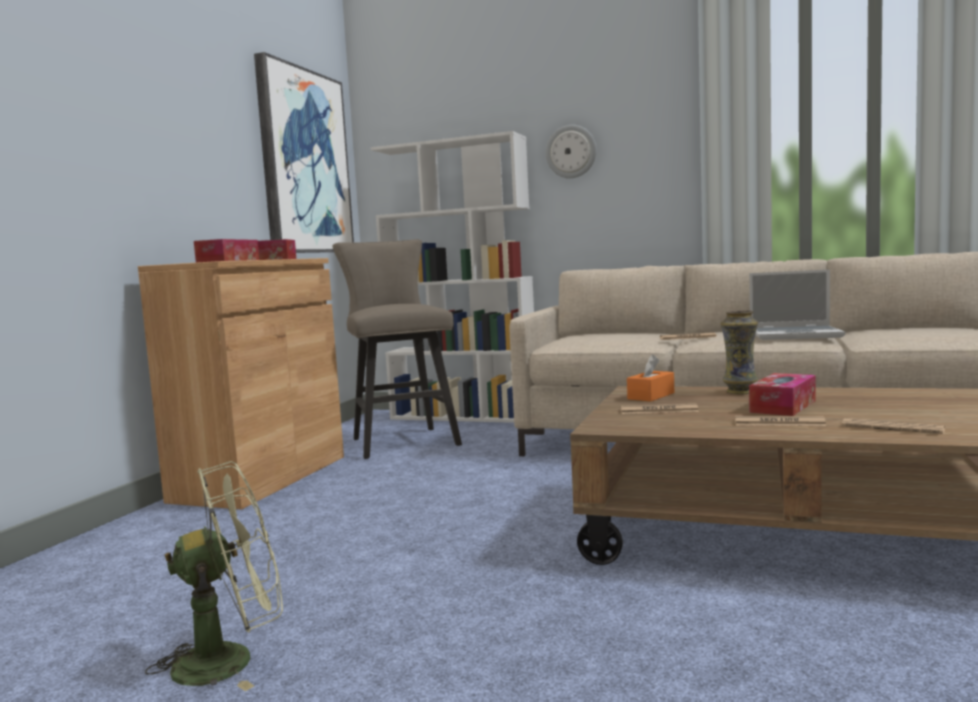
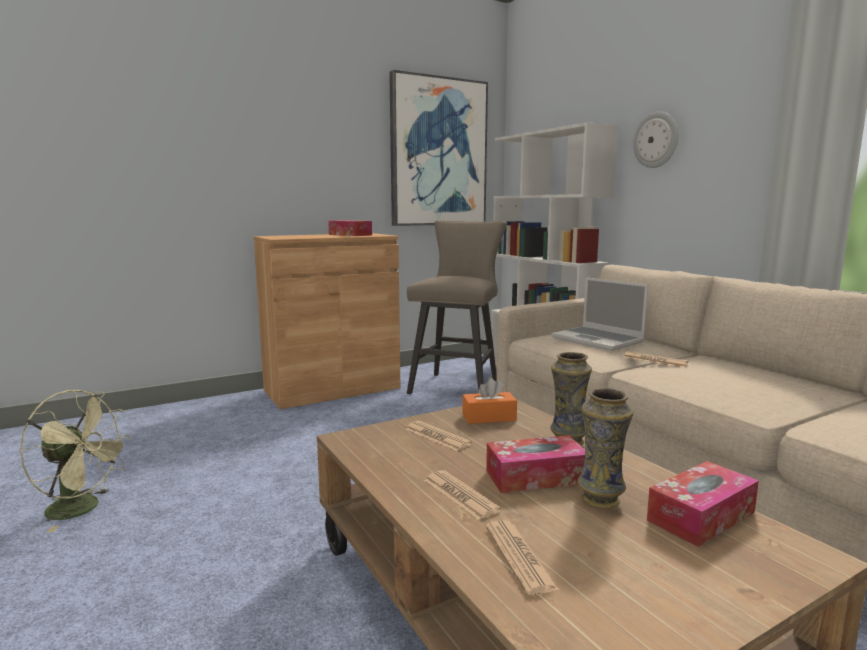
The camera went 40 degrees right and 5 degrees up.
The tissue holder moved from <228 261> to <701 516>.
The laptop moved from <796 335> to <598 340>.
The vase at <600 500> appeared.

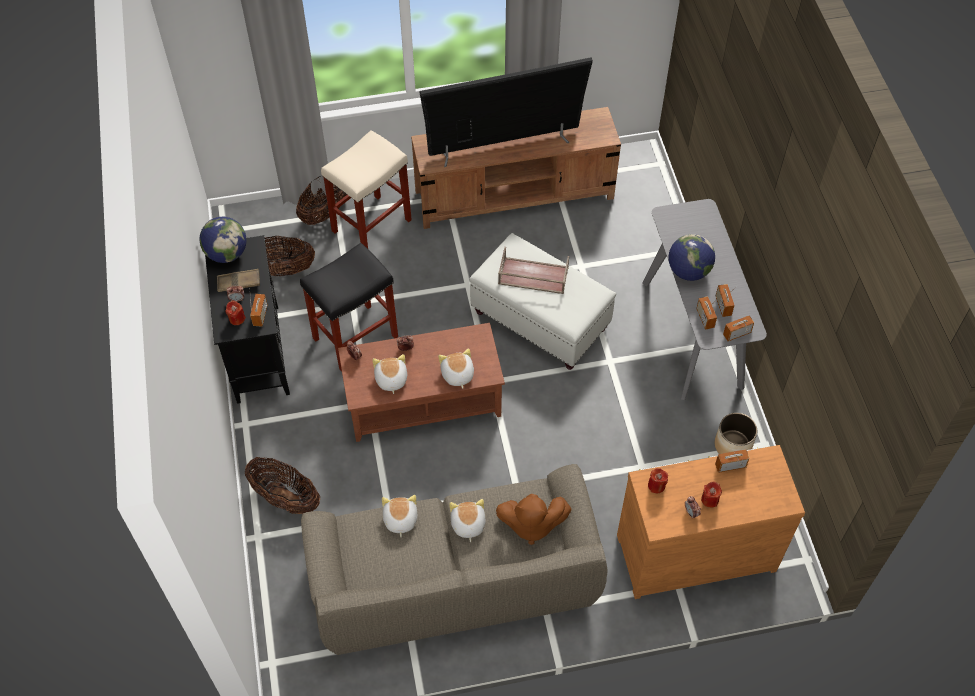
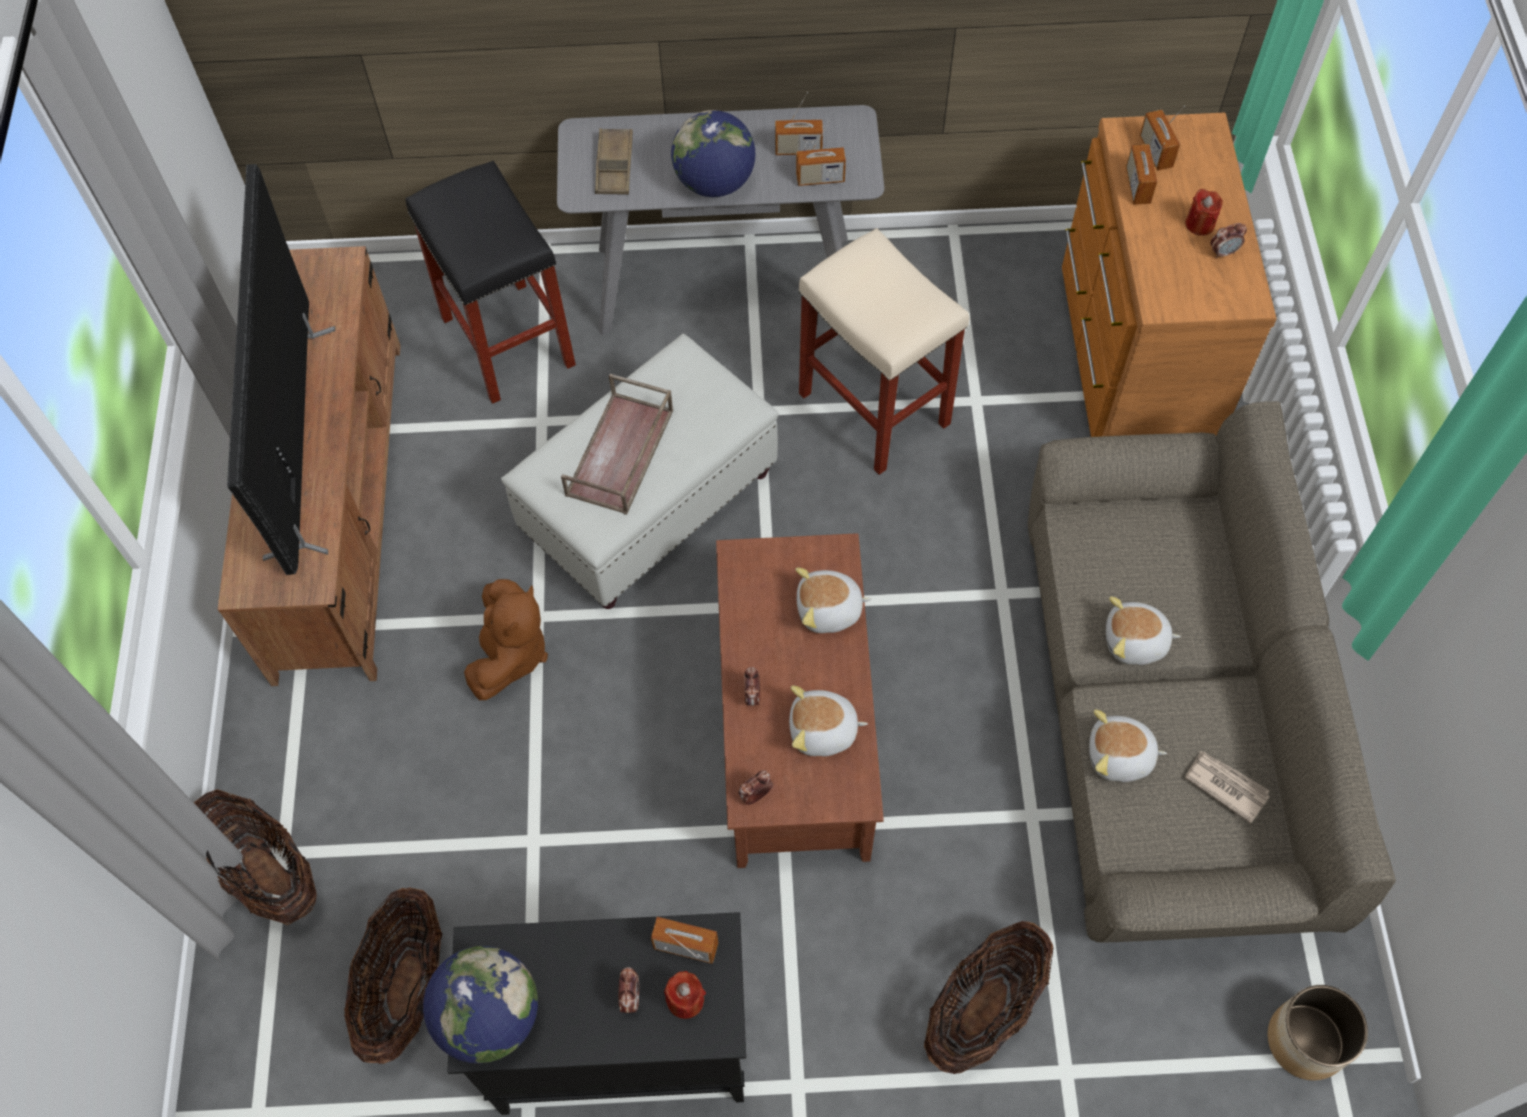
The camera went 80 degrees left and 5 degrees up.
The brown carrying tray moved from <239 282> to <614 166>.
The black stool moved from <355 338> to <509 342>.
The beige stool moved from <371 226> to <876 409>.
The brown plush toy moved from <531 524> to <510 654>.
The reddish candle at <656 485> disappeared.
The planter moved from <732 445> to <1306 1041>.
The radio moved from <736 333> to <1155 152>.
The newspaper at <1226 786> appeared.

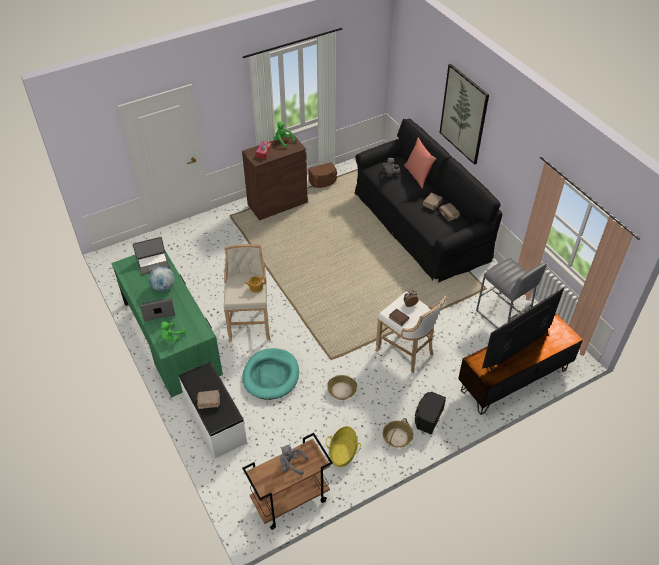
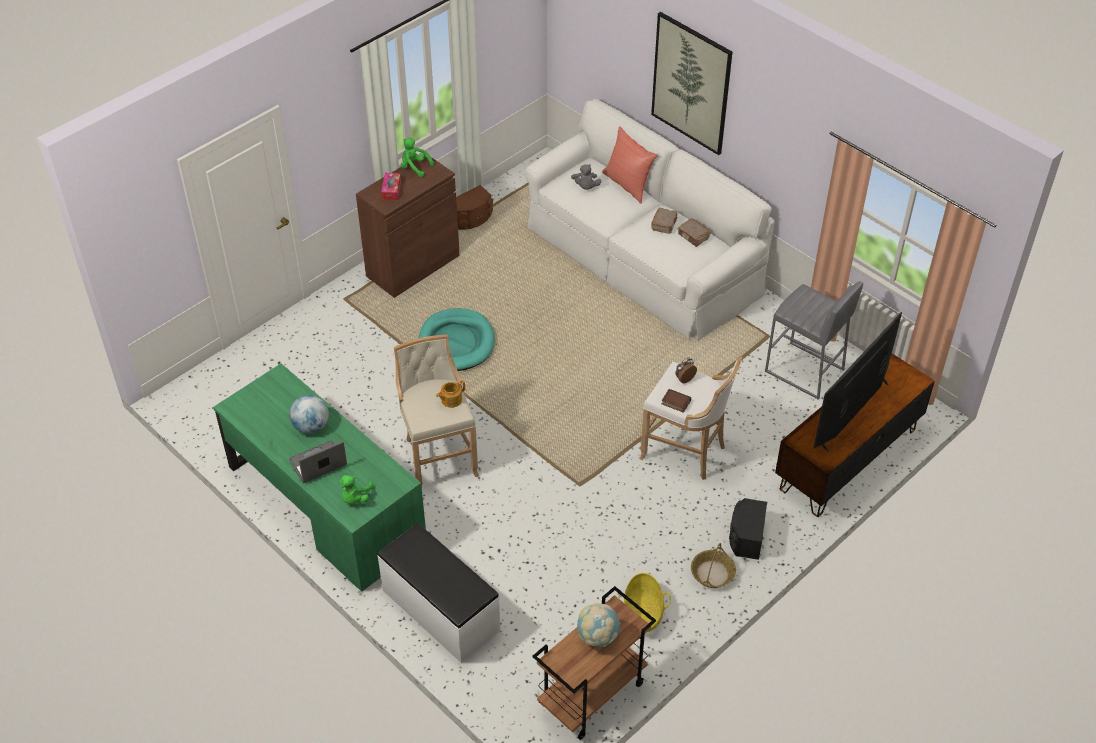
The camera went 15 degrees left and 0 degrees up.
The laptop at <153 263> disappeared.
The brown bound book at <208 402> disappeared.
The turquoise dog cushion moved from <271 375> to <456 342>.
The gray plush toy at <291 464> was replaced by the globe at <598 636>.
The storage basket at <341 390> disappeared.
The black settee at <419 223> became the white settee at <641 257>.

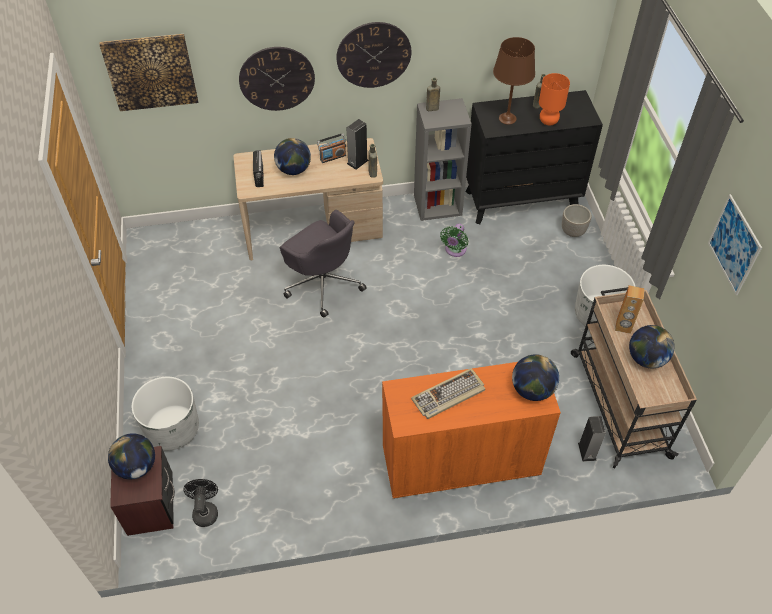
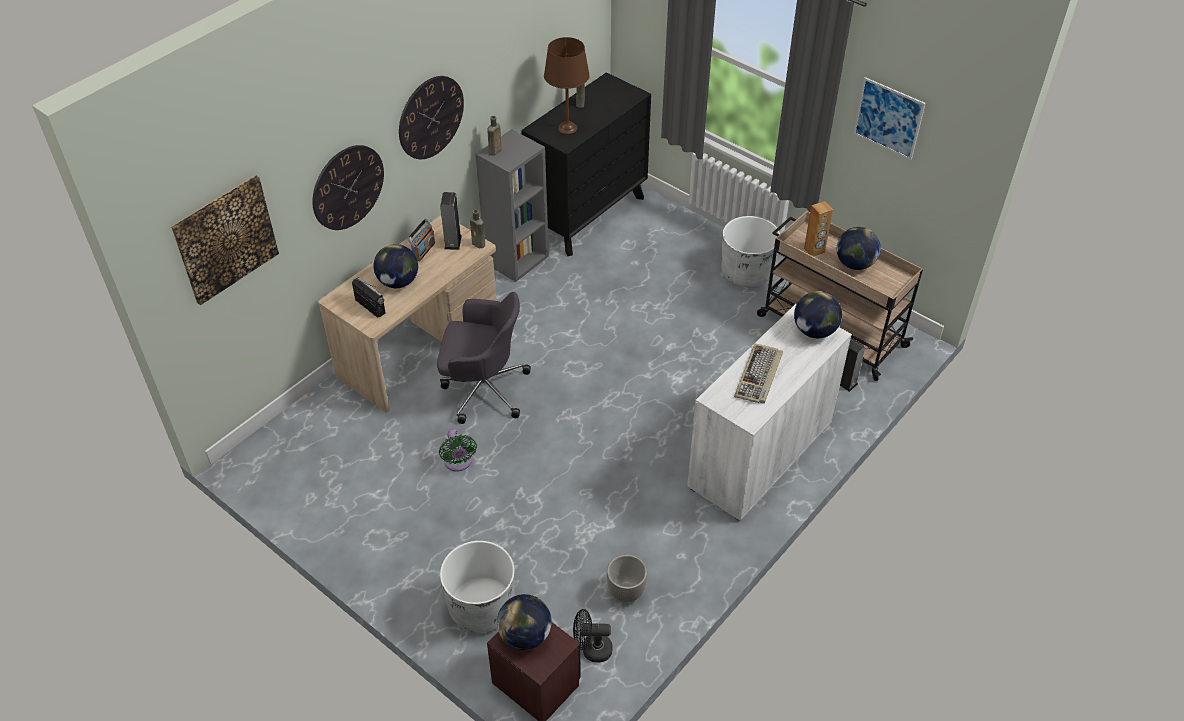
The camera went 40 degrees left and 5 degrees down.
The black cooling fan at <205 511> turned 45 degrees counterclockwise.
The orange-coloured storage cabinet at <460 460> became the white storage cabinet at <760 455>.
The green-coloured cooling fan moved from <454 250> to <458 463>.
The orange-coloured table lamp at <548 121> disappeared.
The planter moved from <572 232> to <625 592>.

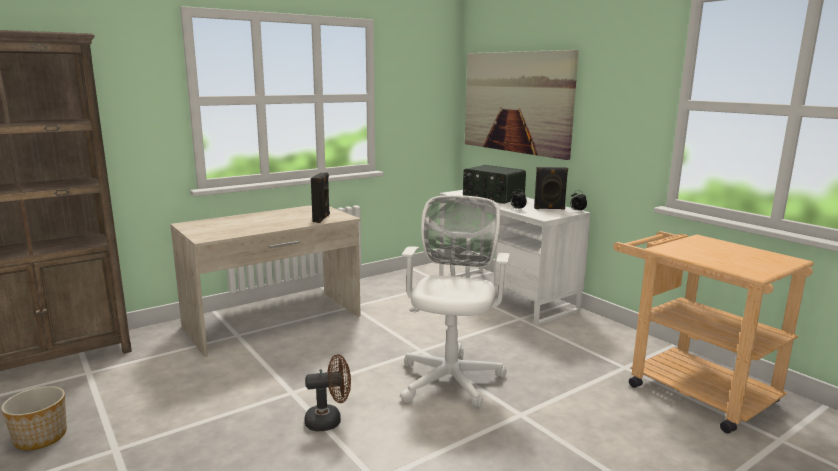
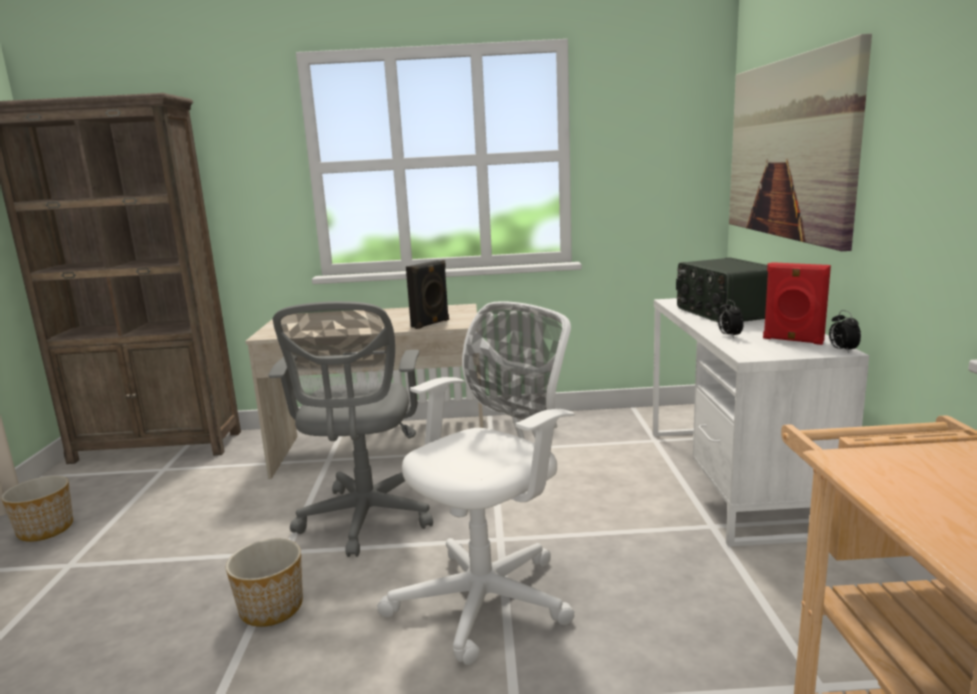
The camera went 35 degrees right and 0 degrees up.
The brown cooling fan at <329 420> was replaced by the planter at <271 608>.
The black speaker at <549 208> became the reddish speaker at <792 340>.
The gray office chair at <366 519> appeared.

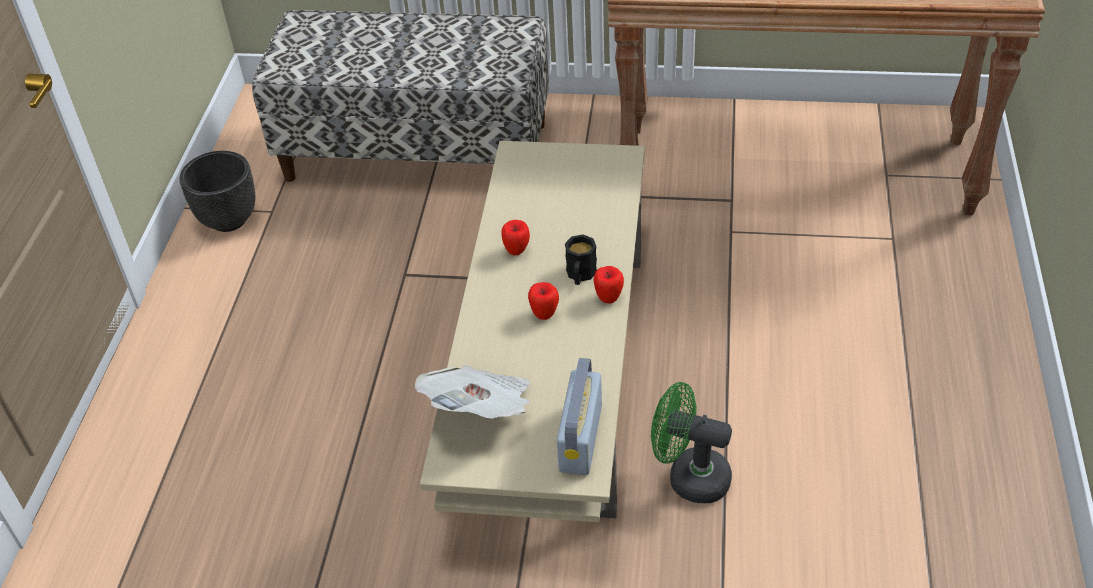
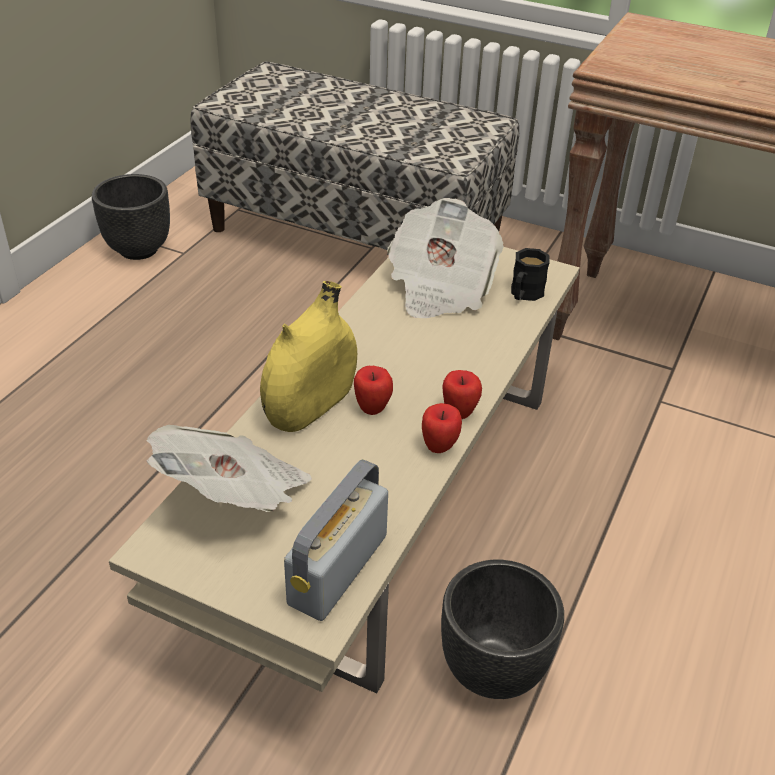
The camera went 15 degrees right and 5 degrees down.
The whole apple moved from <517 251> to <439 448>.
The black tea mug moved from <580 275> to <524 294>.
The green-coloured cooling fan at <689 477> was replaced by the black planter at <493 672>.
The yellowish vase at <310 404> appeared.
The newspaper at <440 287> appeared.

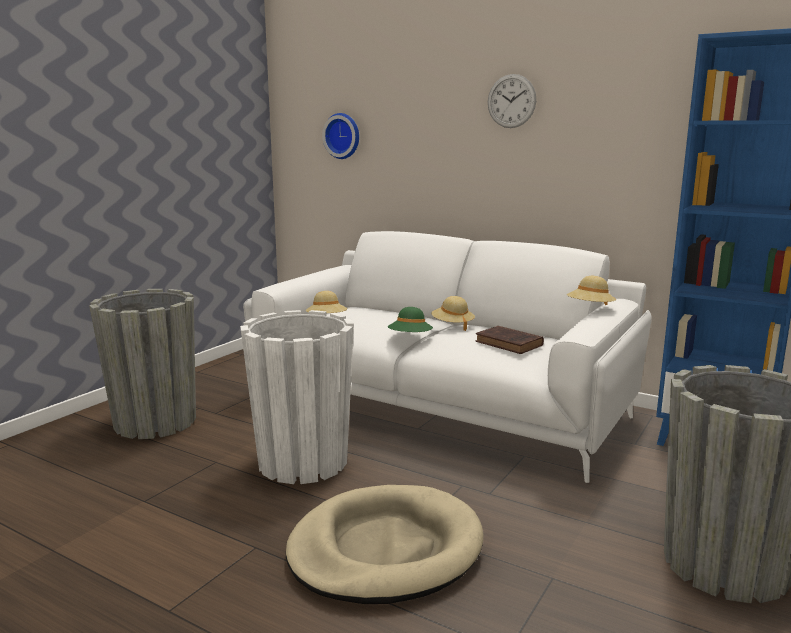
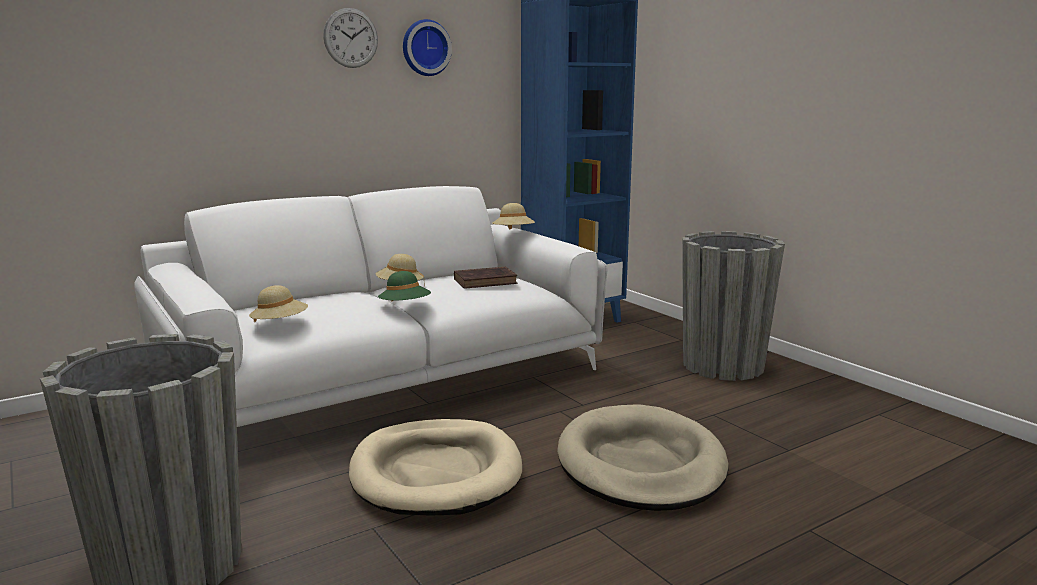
The camera went 65 degrees left and 0 degrees up.
The white planter at <303 462> was replaced by the beige dog cushion at <436 473>.
The clock on the wall moved from <343 136> to <425 48>.

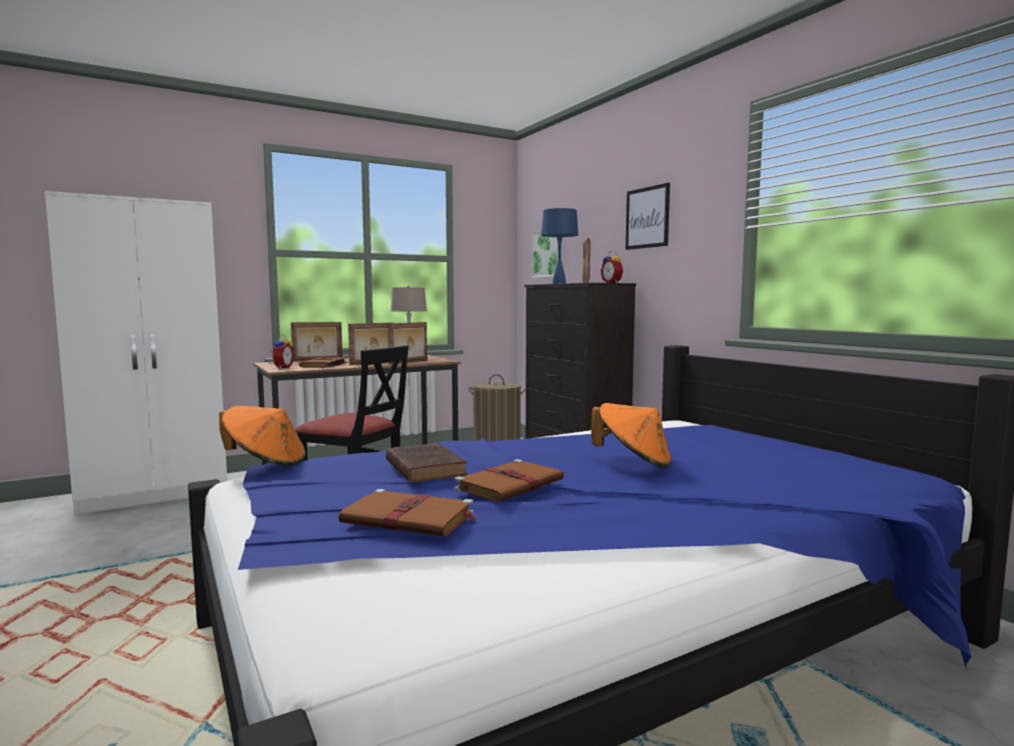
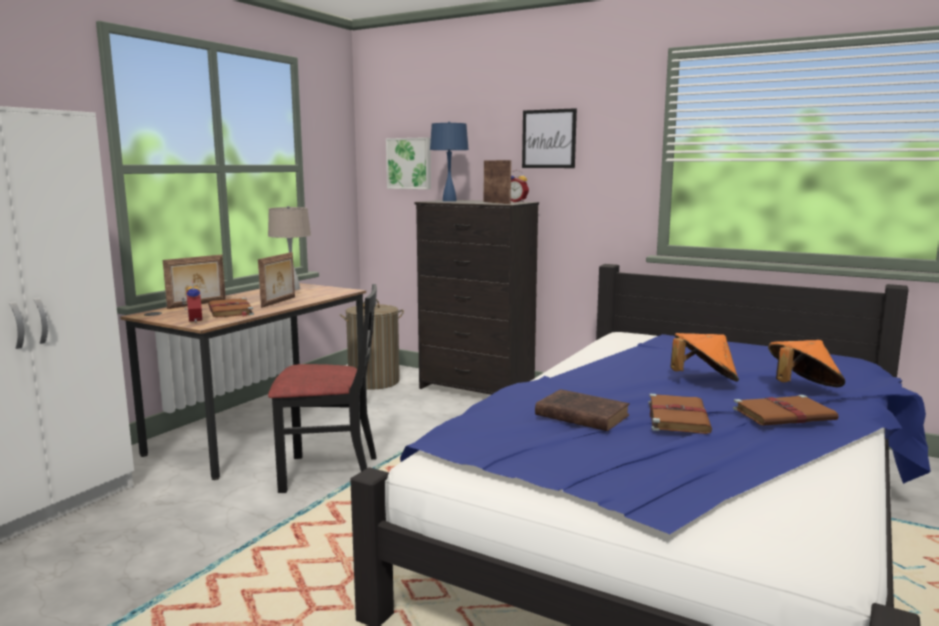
The camera went 30 degrees left and 5 degrees up.
The orange-coloured hat moved from <265 463> to <802 388>.
The brown bound book moved from <410 518> to <785 414>.
The picture frame at <409 362> disappeared.

